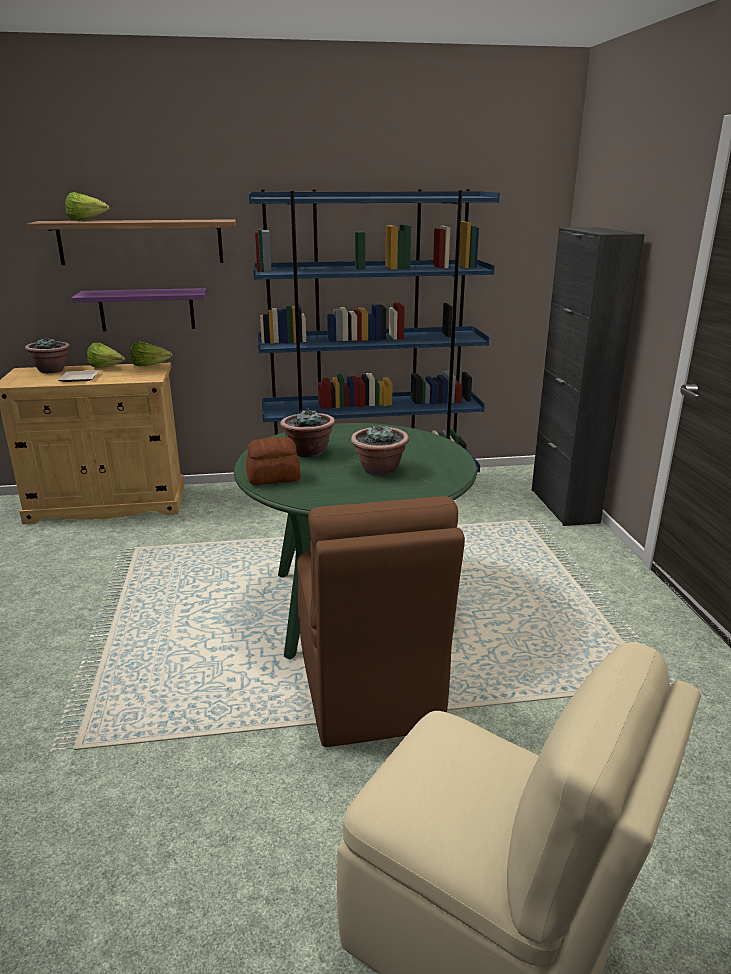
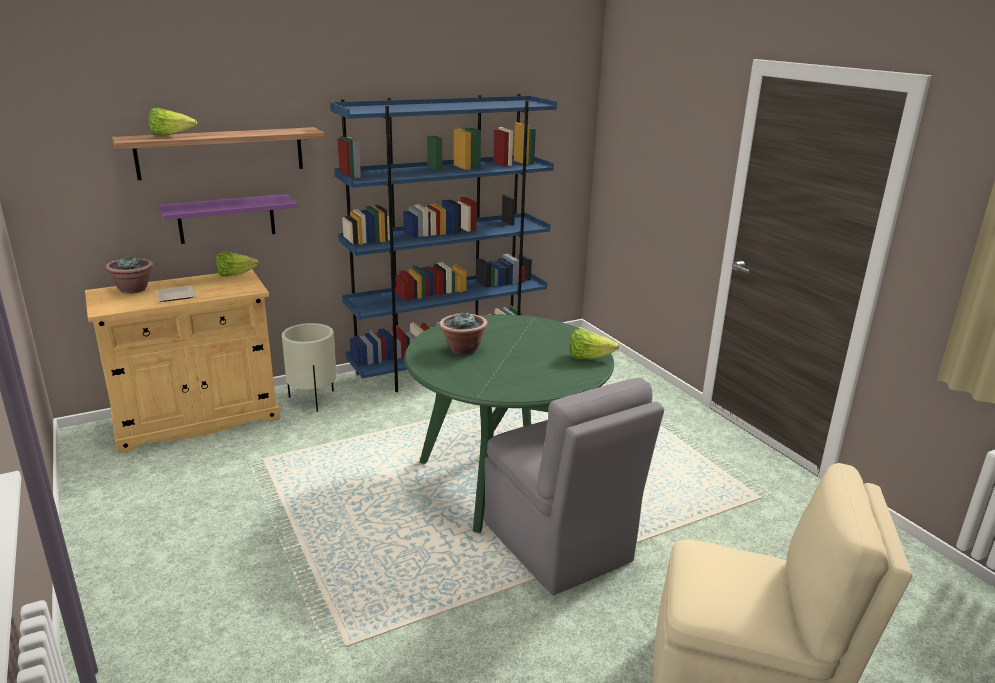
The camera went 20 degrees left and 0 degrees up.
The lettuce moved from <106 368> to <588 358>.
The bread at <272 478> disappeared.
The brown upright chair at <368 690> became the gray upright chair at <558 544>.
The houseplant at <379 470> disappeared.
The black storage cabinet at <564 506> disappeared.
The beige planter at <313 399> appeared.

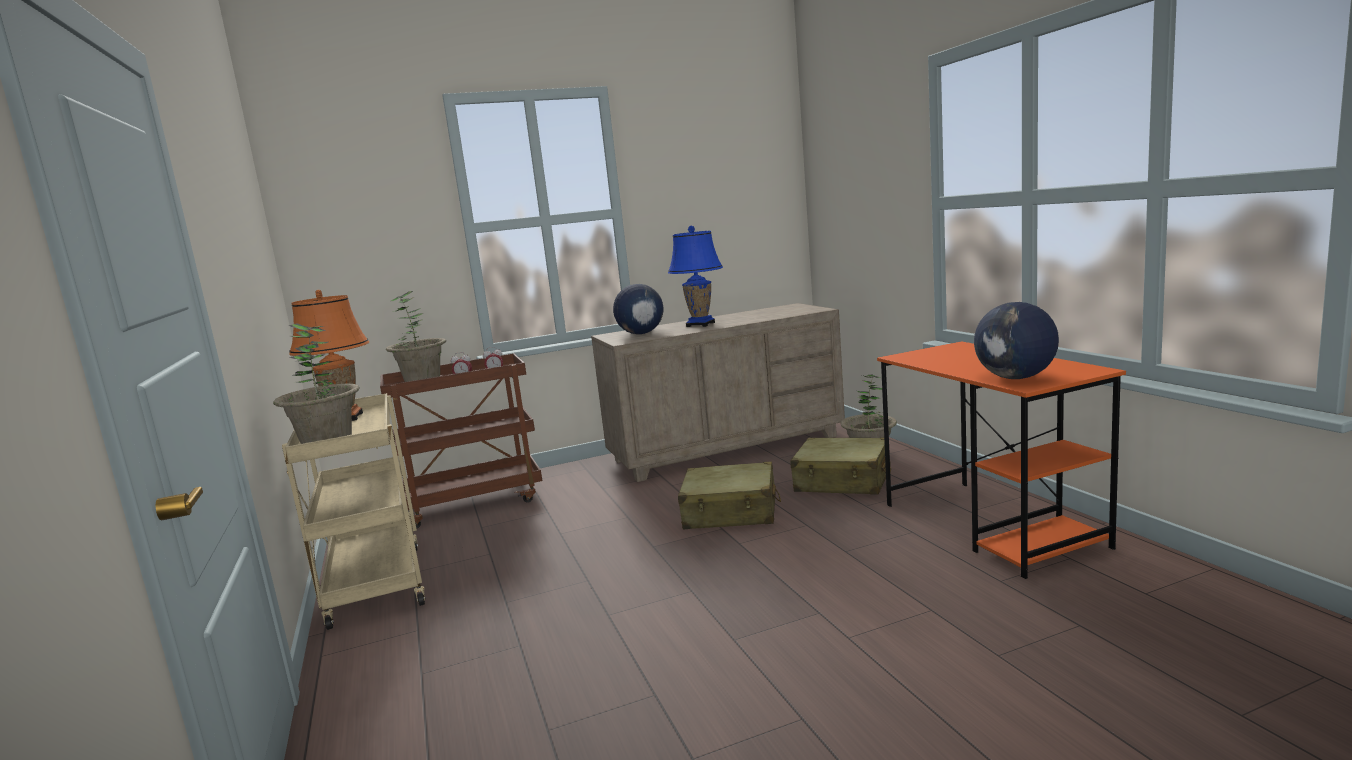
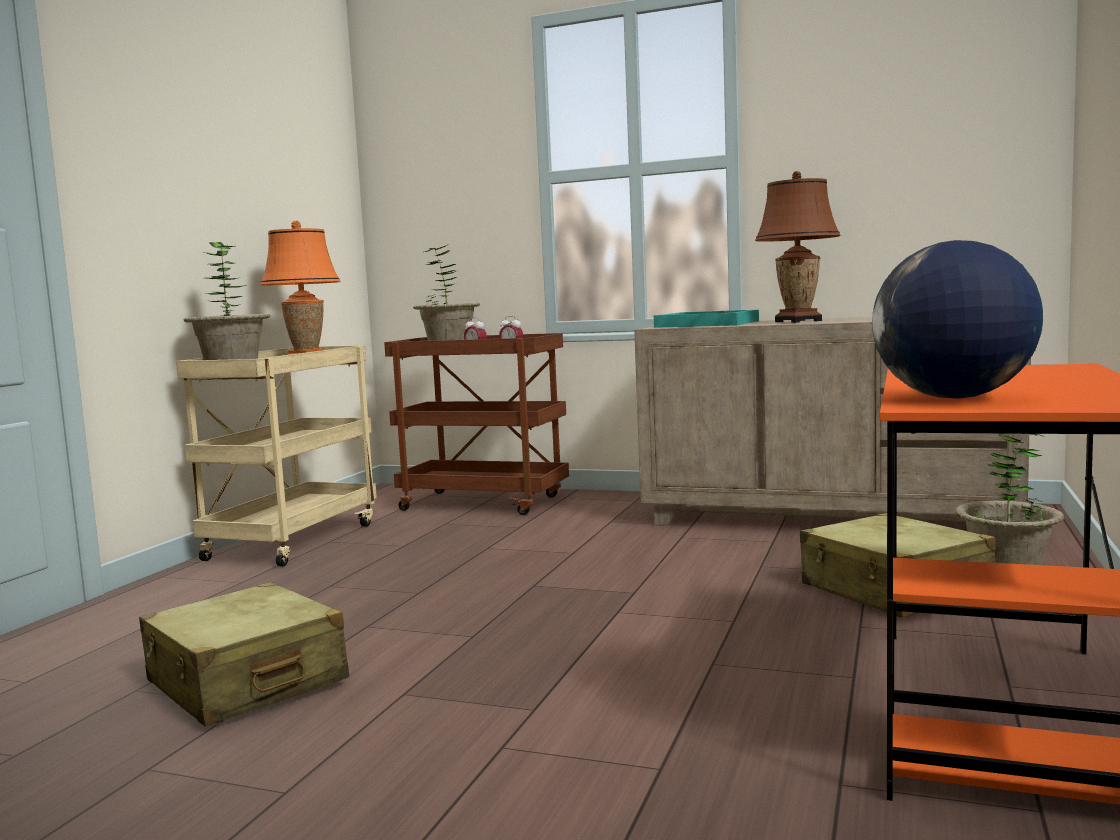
The camera went 40 degrees right and 5 degrees down.
The globe at <640 333> was replaced by the turquoise carrying tray at <706 324>.
The blue table lamp at <700 324> became the brown table lamp at <798 321>.
The beige suitcase moved from <730 512> to <245 682>.

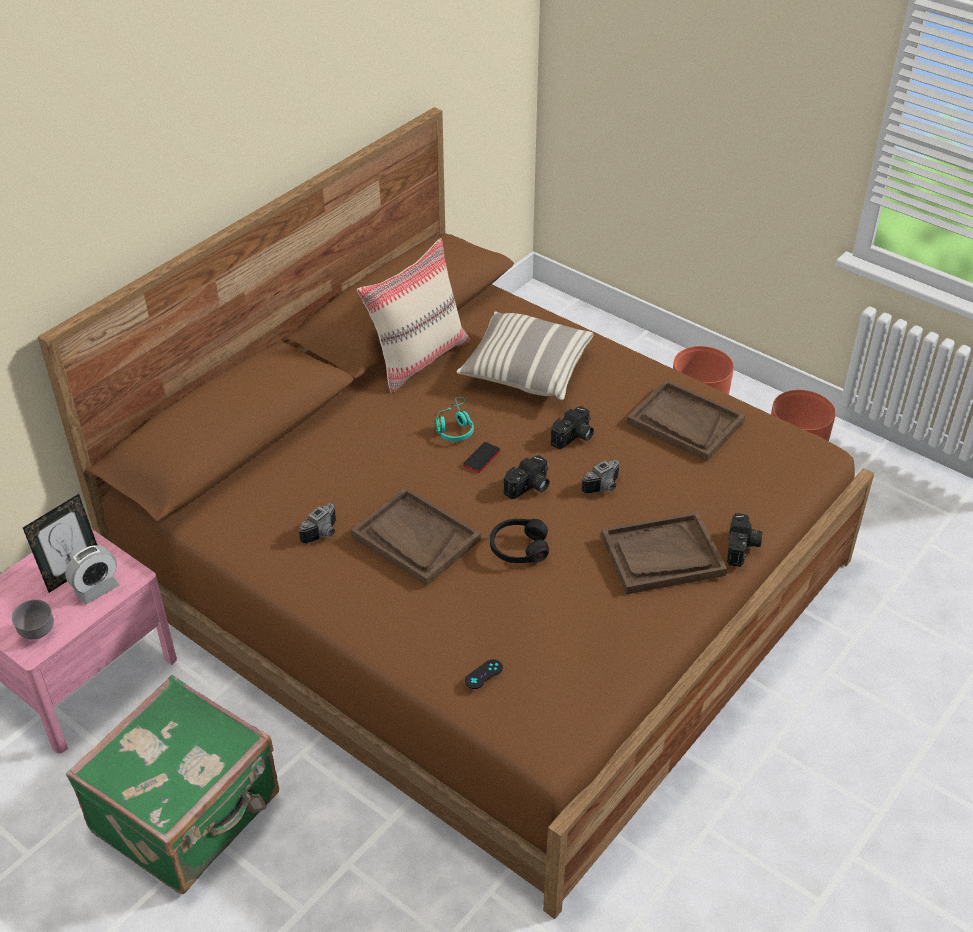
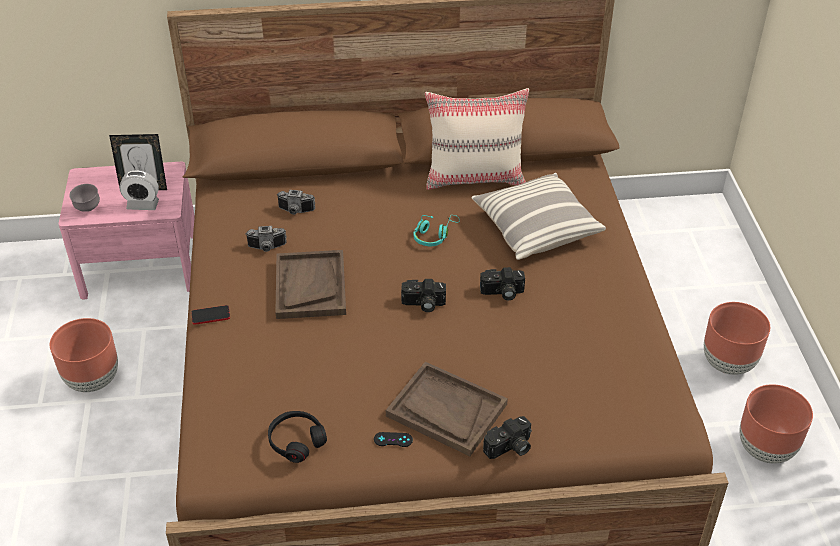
The camera went 45 degrees right and 0 degrees up.
The green-coloured suitcase at <189 814> was replaced by the brown planter at <93 380>.
The handset moved from <481 458> to <211 315>.
The black game controller moved from <483 674> to <393 439>.
The black headset moved from <519 548> to <296 441>.
The photo camera moved from <604 488> to <295 211>.
The brown carrying tray at <684 423> disappeared.

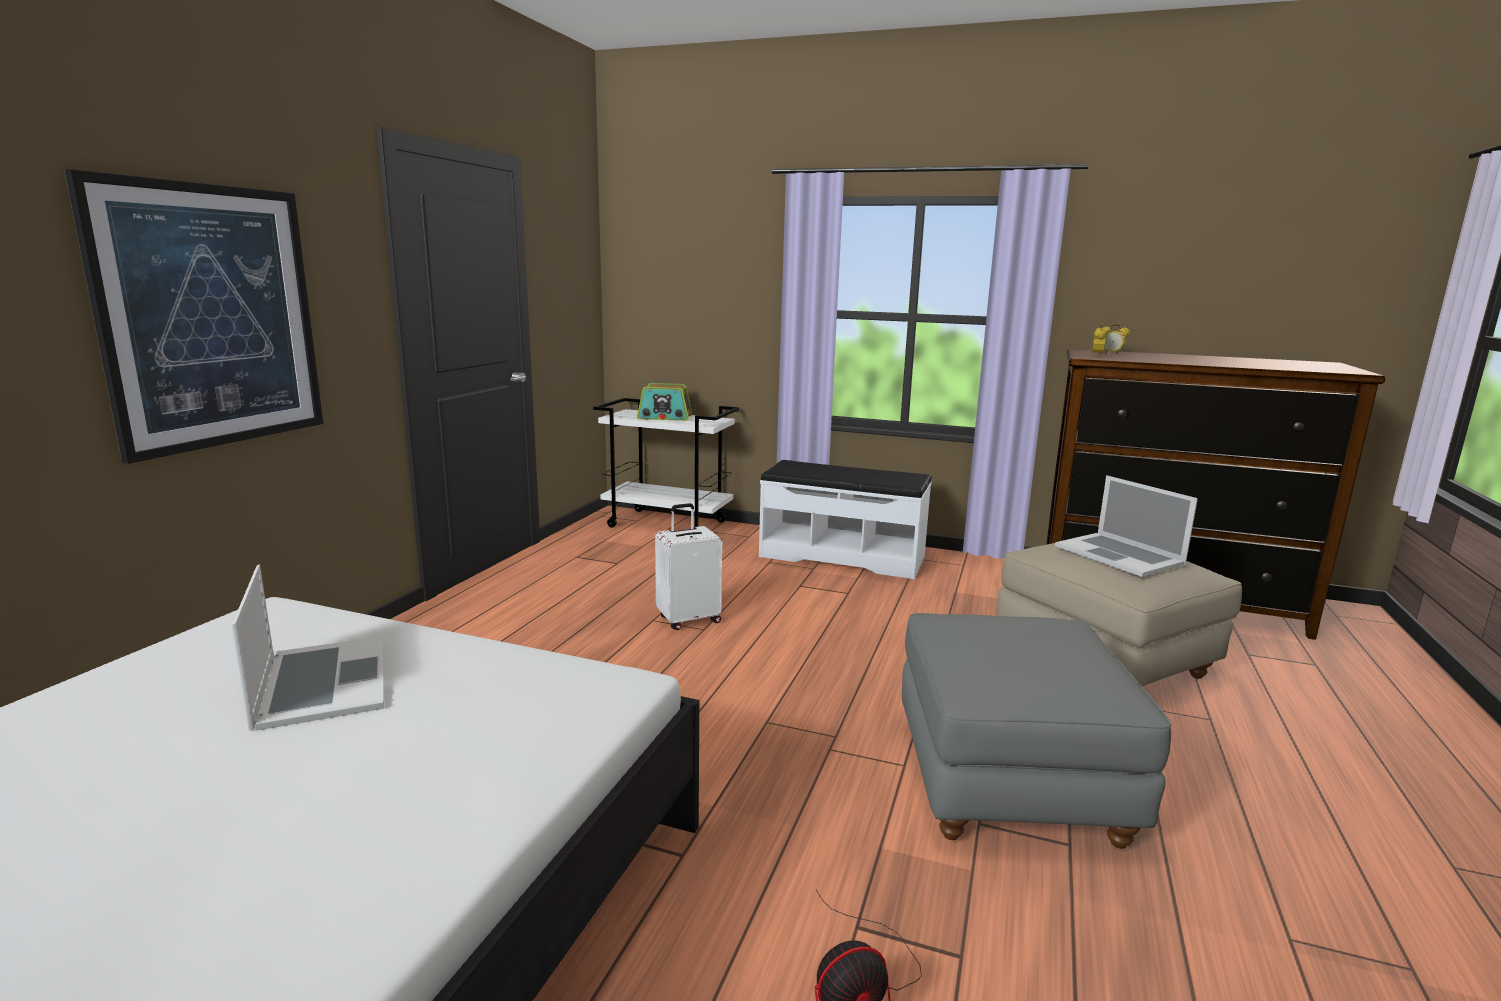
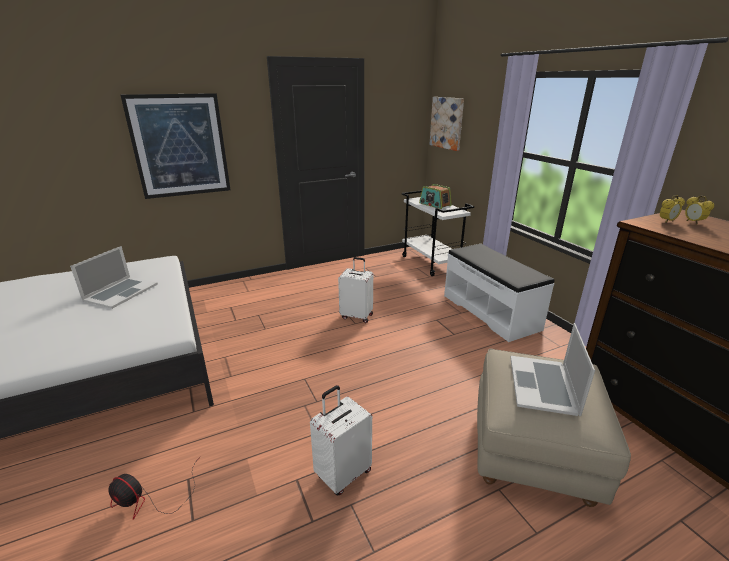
The camera went 45 degrees right and 10 degrees up.
The gray ottoman at <1007 783> was replaced by the white suitcase at <342 473>.
The picture at <447 123> appeared.

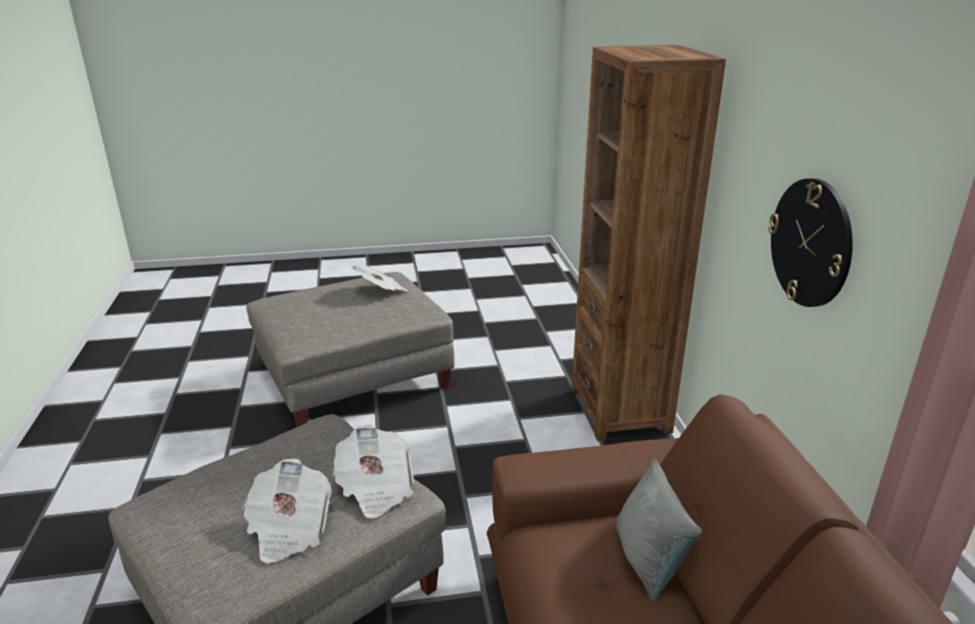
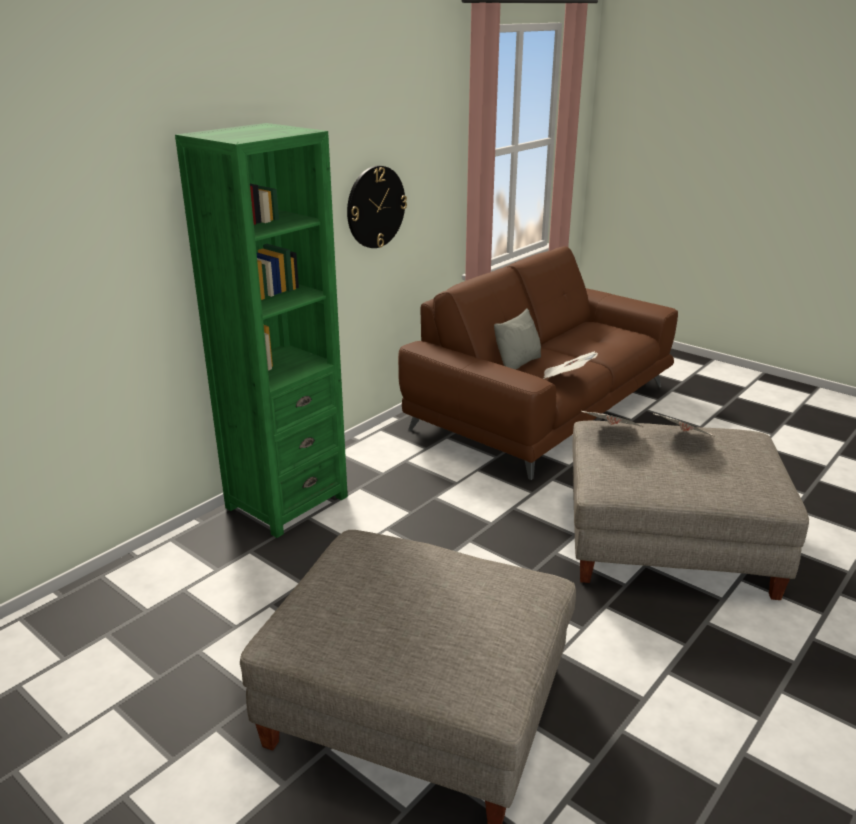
The camera went 130 degrees left and 0 degrees up.
The newspaper moved from <380 291> to <567 378>.
The brown shelving unit at <620 410> became the green-coloured shelving unit at <286 502>.

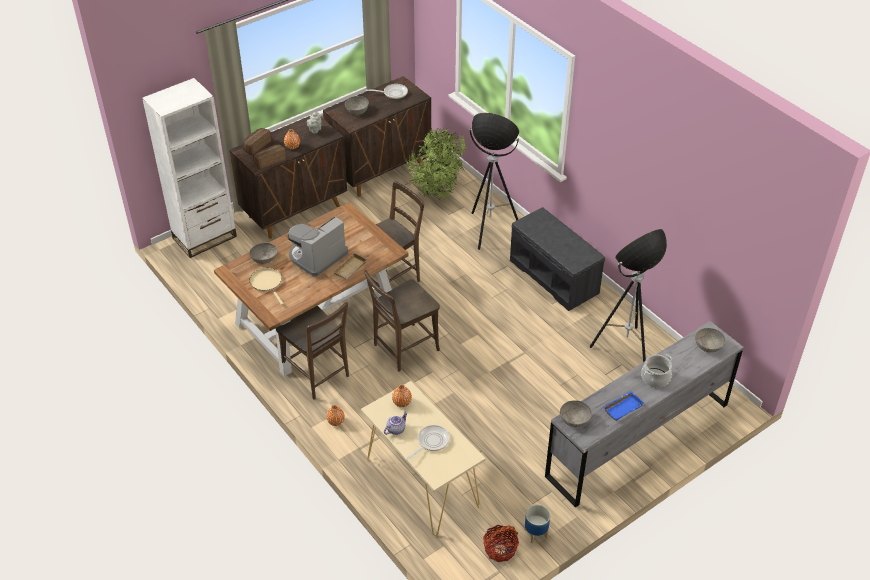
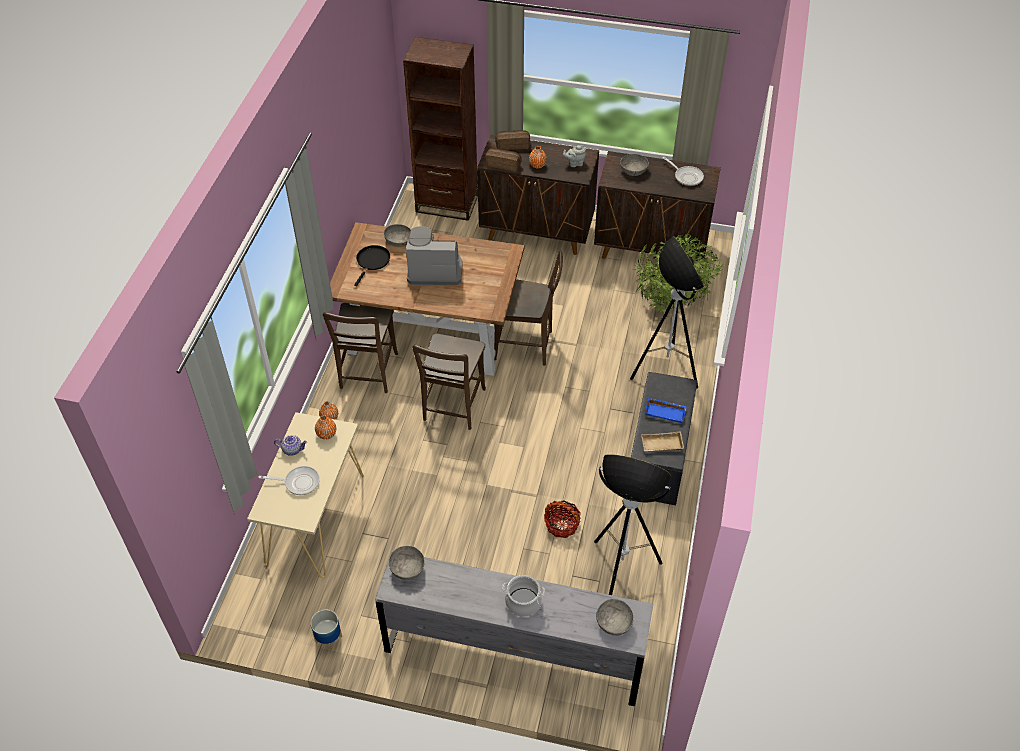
The camera went 50 degrees right and 5 degrees up.
The white shelving unit at <204 237> became the brown shelving unit at <447 204>.
The beige skillet at <267 283> became the black skillet at <372 261>.
The beige carrying tray moved from <351 269> to <661 445>.
The brown upright chair at <403 349> turned 90 degrees counterclockwise.
The storage basket moved from <500 549> to <561 525>.
The blue carrying tray moved from <622 407> to <665 412>.

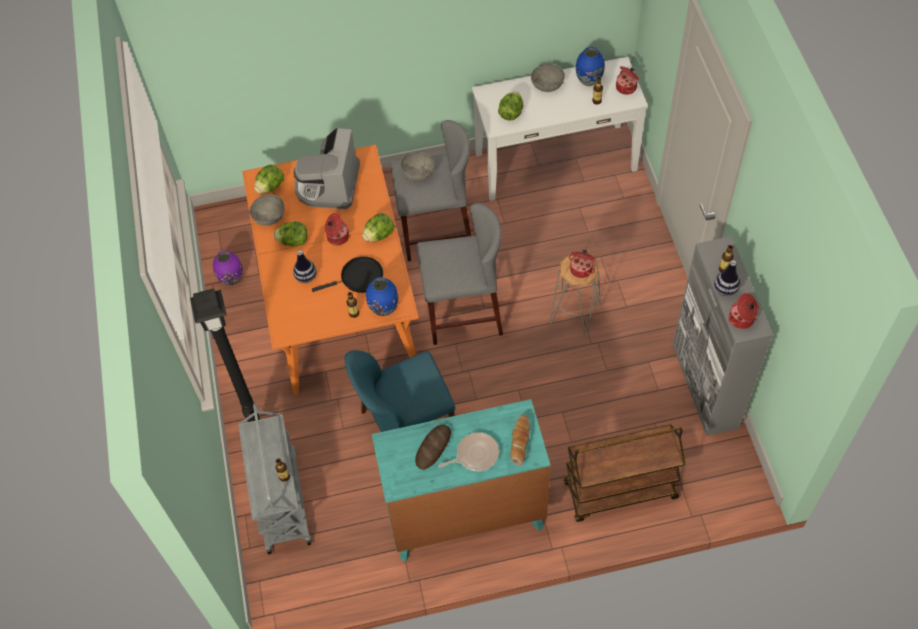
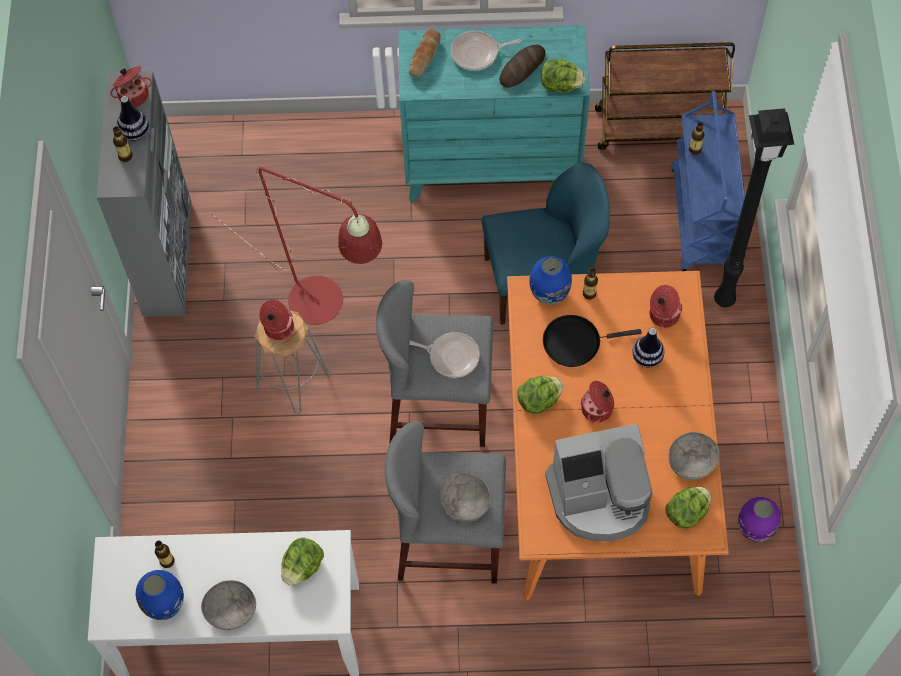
The camera went 170 degrees left and 5 degrees up.
The gray cart at <281 500> became the blue cart at <702 219>.
The lettuce moved from <293 241> to <560 85>.
The coffee machine at <328 185> turned 60 degrees clockwise.
The brown cart moved from <619 491> to <658 126>.
The saucepot moved from <626 87> to <663 315>.
The reddish standard lamp at <327 308> appeared.
The skillet at <451 356> appeared.

